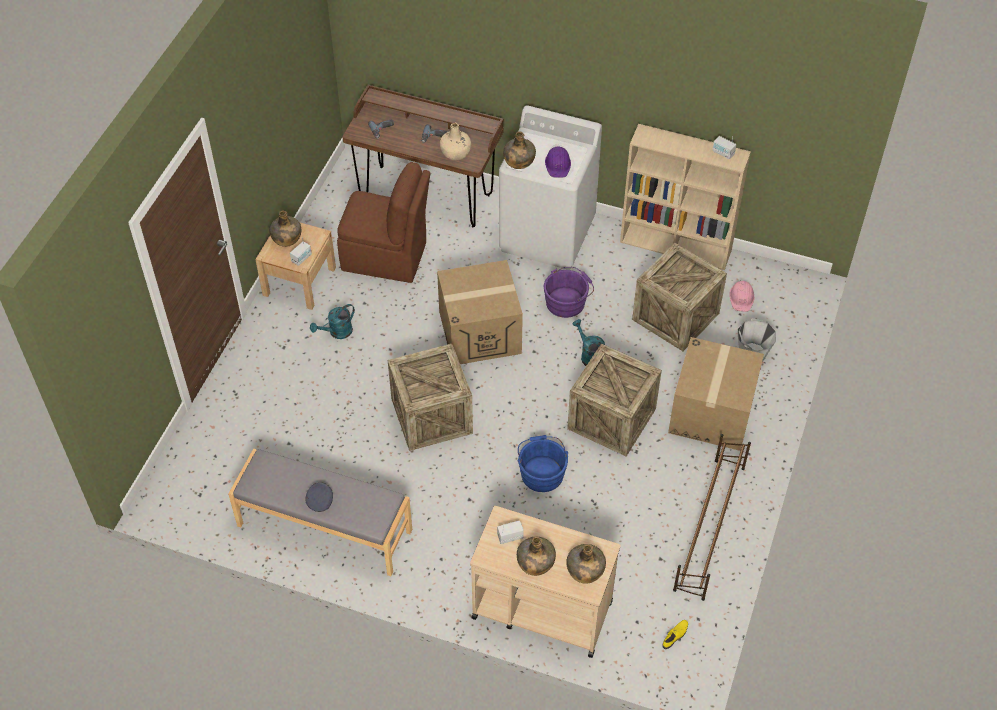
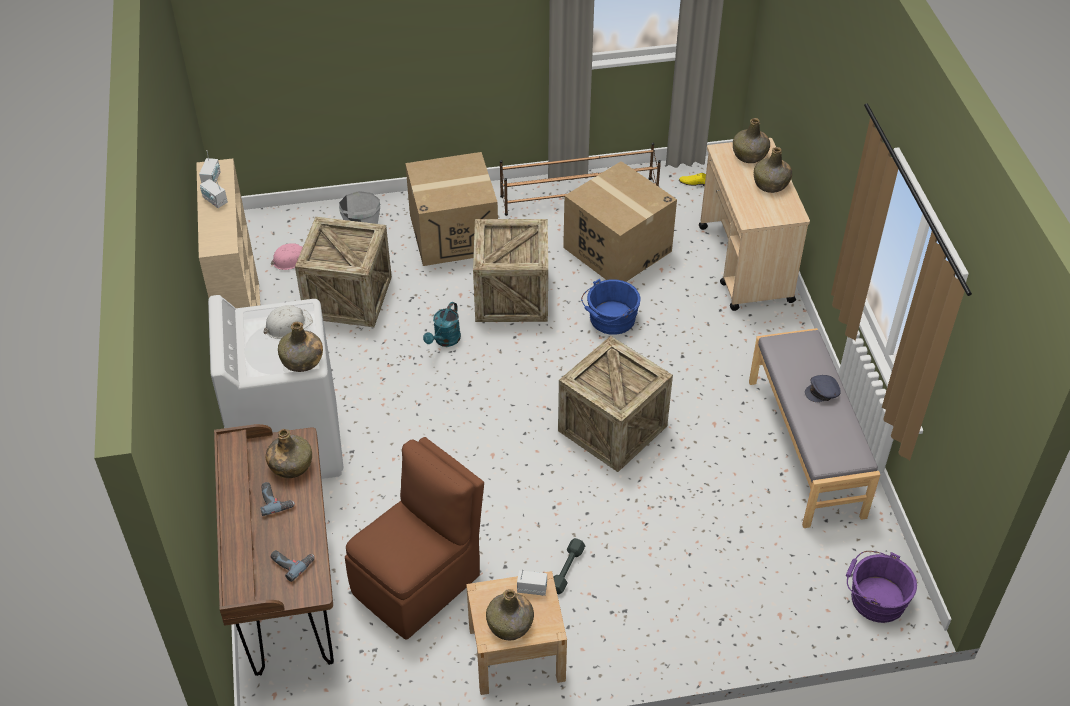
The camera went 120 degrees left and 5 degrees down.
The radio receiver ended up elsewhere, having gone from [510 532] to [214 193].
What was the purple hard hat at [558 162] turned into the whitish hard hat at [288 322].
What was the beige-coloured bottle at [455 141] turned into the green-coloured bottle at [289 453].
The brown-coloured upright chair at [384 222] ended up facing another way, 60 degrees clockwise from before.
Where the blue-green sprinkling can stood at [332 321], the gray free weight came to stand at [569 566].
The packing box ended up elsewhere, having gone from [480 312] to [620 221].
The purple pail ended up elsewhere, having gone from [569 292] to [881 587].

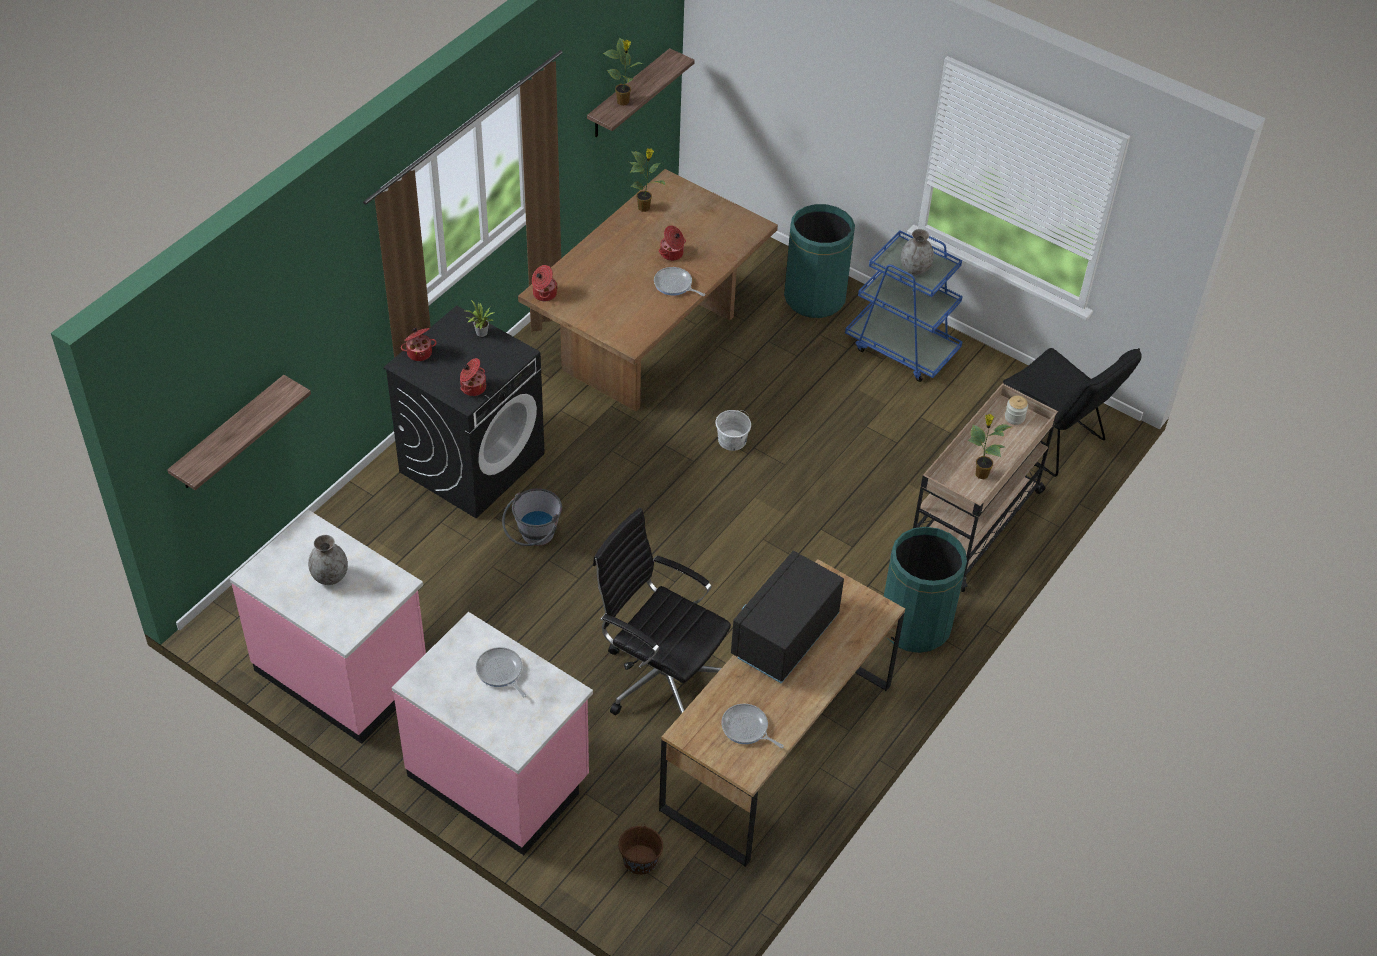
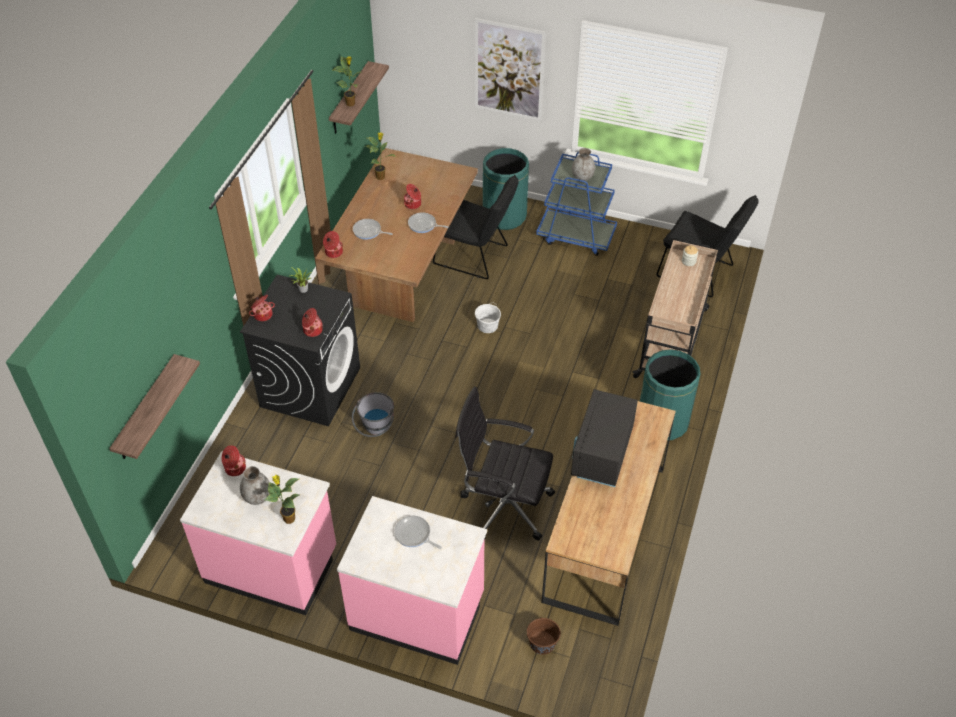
The camera went 15 degrees left and 0 degrees up.
The second view gained the saucepot at [233 460].
The plant in a pot ended up elsewhere, having gone from [989 446] to [282 499].
The frying pan ended up elsewhere, having gone from [752 726] to [373 229].
The second view gained the blackish upright chair at [475 227].
The second view gained the wall art at [510 69].

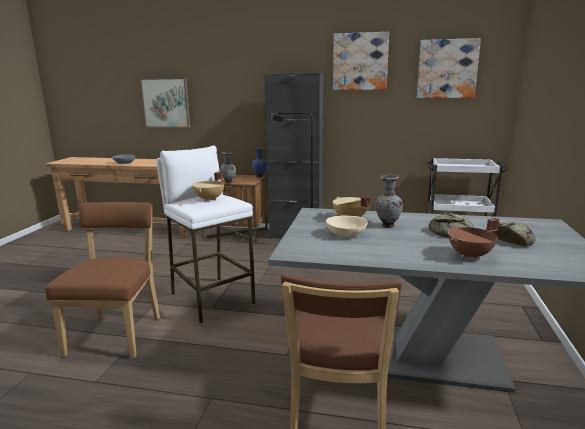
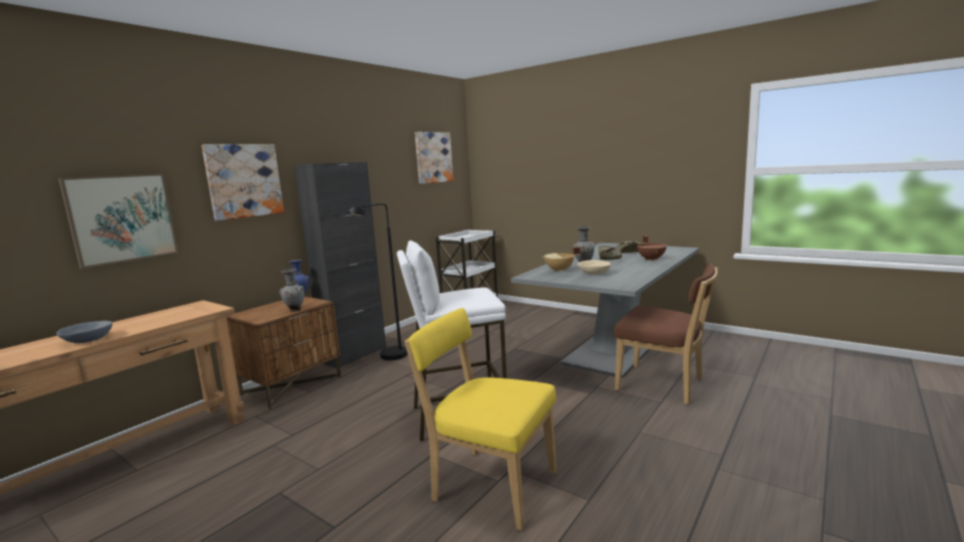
The camera went 65 degrees left and 5 degrees down.
The wall art ended up elsewhere, having gone from [361 61] to [243 182].
What was the brown-coloured upright chair at [102 280] turned into the yellow-coloured upright chair at [481 419].
The second view lost the beige-coloured saucepot at [208 187].

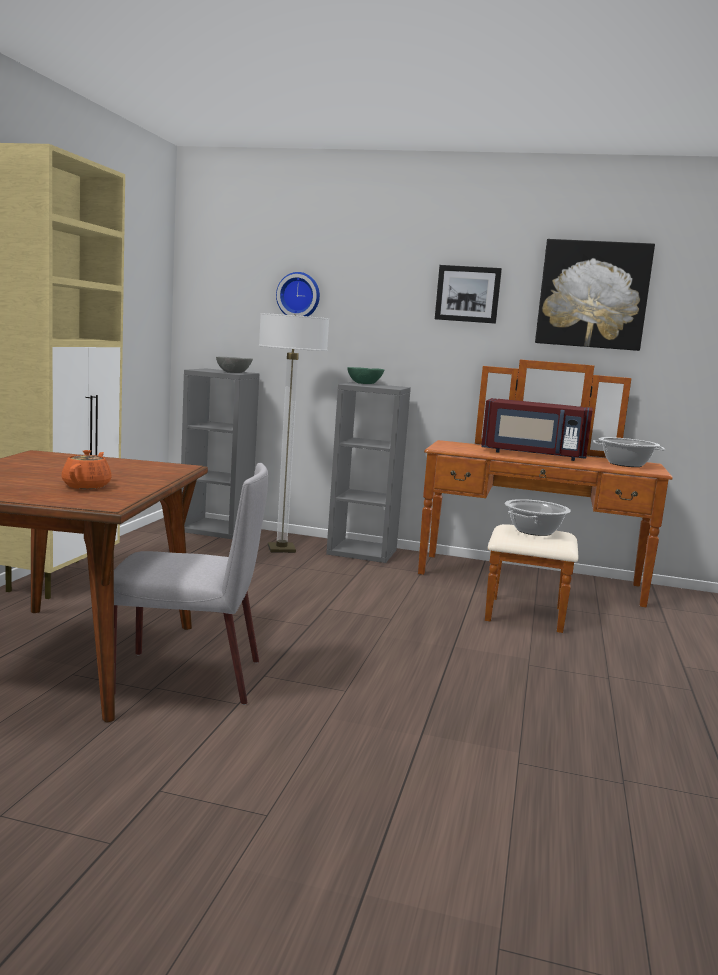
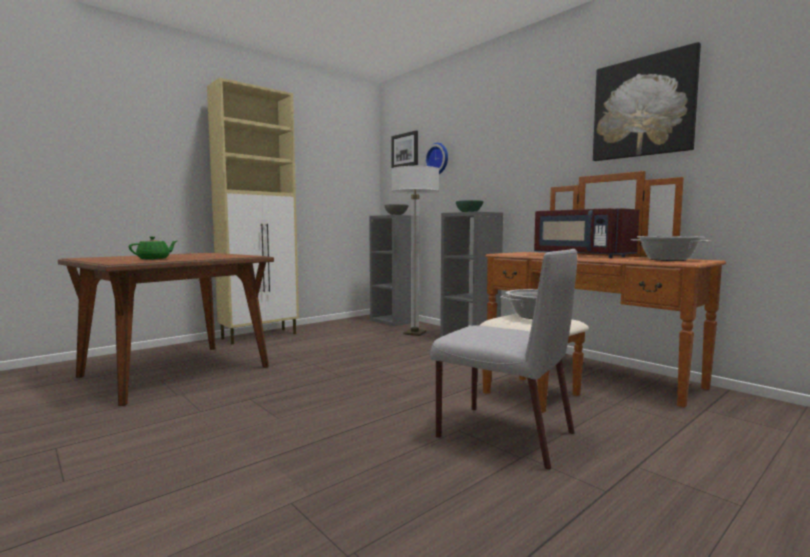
The camera went 35 degrees right and 5 degrees down.
What was the orange-coloured pot for tea at [86 469] turned into the green-coloured pot for tea at [153 248].
The wall art ended up elsewhere, having gone from [468 294] to [404 149].
The gray upright chair ended up elsewhere, having gone from [191 584] to [503 359].

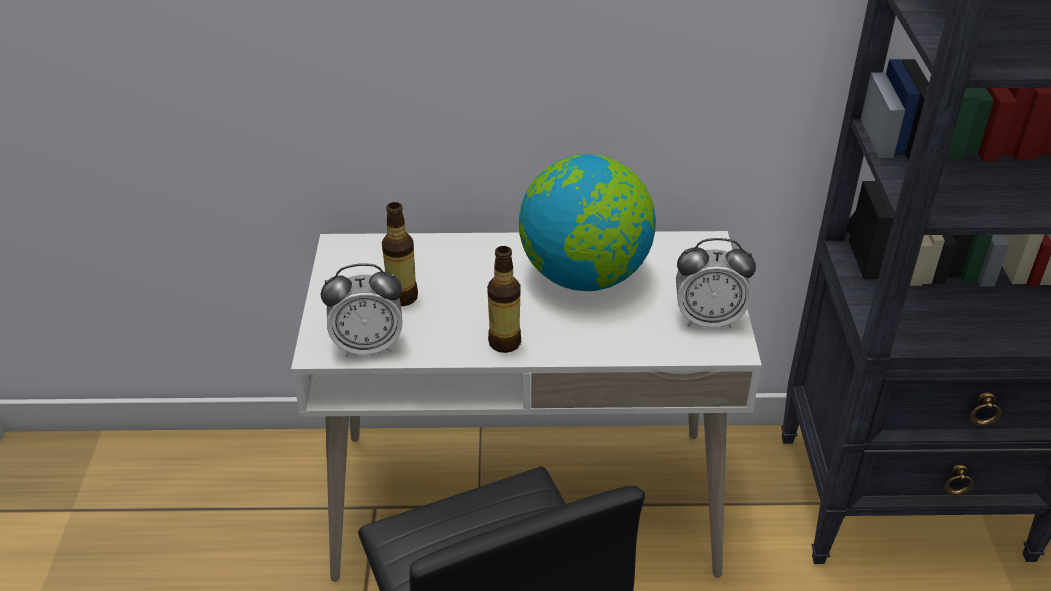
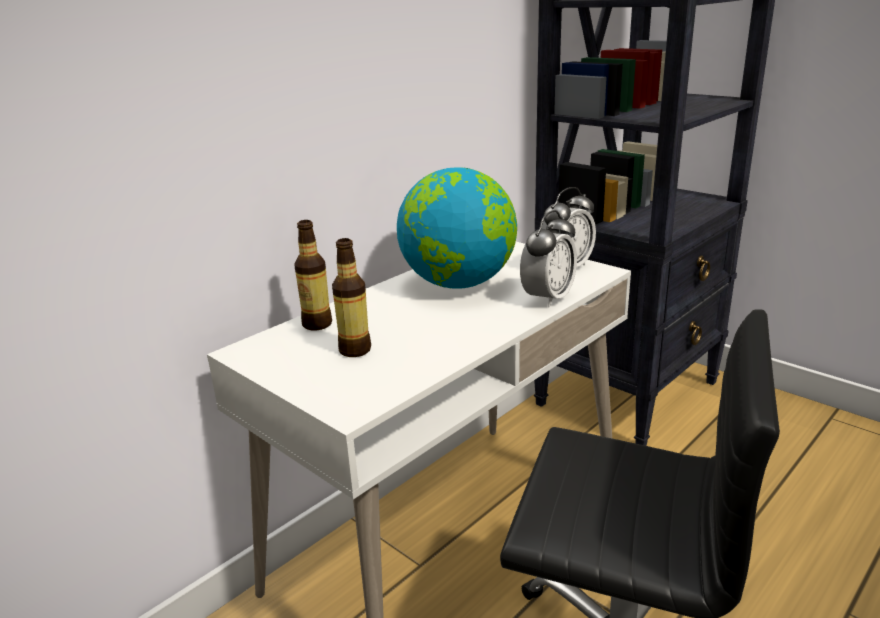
The camera went 45 degrees left and 15 degrees down.
The bottle ended up elsewhere, having gone from [504 299] to [313 275].
The table clock ended up elsewhere, having gone from [361 310] to [548 259].

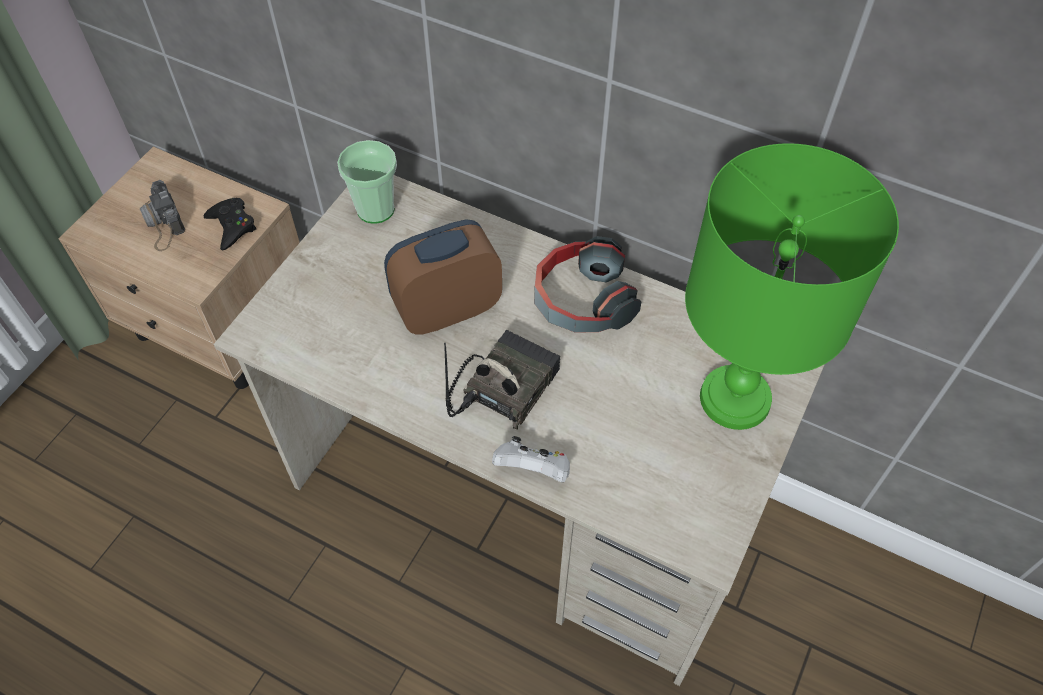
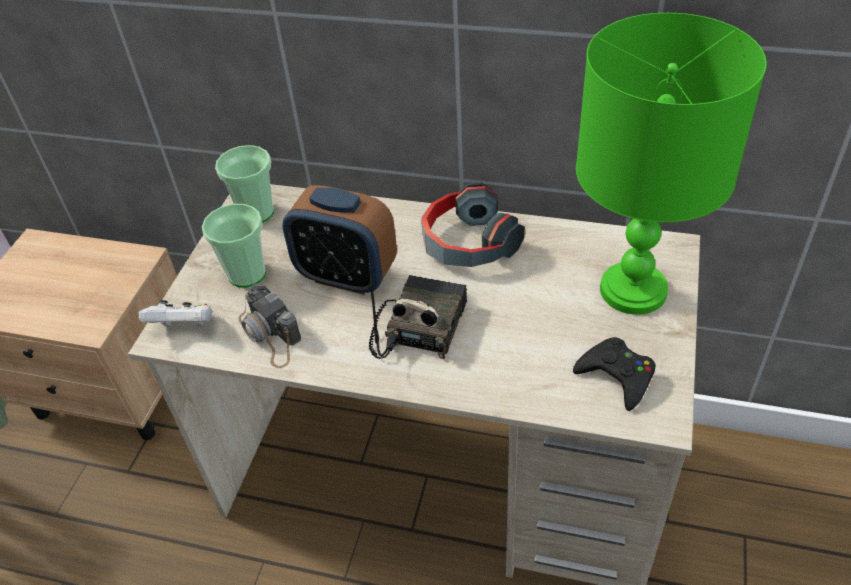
The camera went 10 degrees left and 10 degrees down.
The whitish game controller ended up elsewhere, having gone from [531 459] to [176 313].
The second view gained the drinking cup at [234 246].
The photo camera ended up elsewhere, having gone from [162 215] to [269 326].
The table clock at [443 277] ended up facing another way, 120 degrees counterclockwise from before.
The blackish game controller ended up elsewhere, having gone from [230 224] to [614 374].

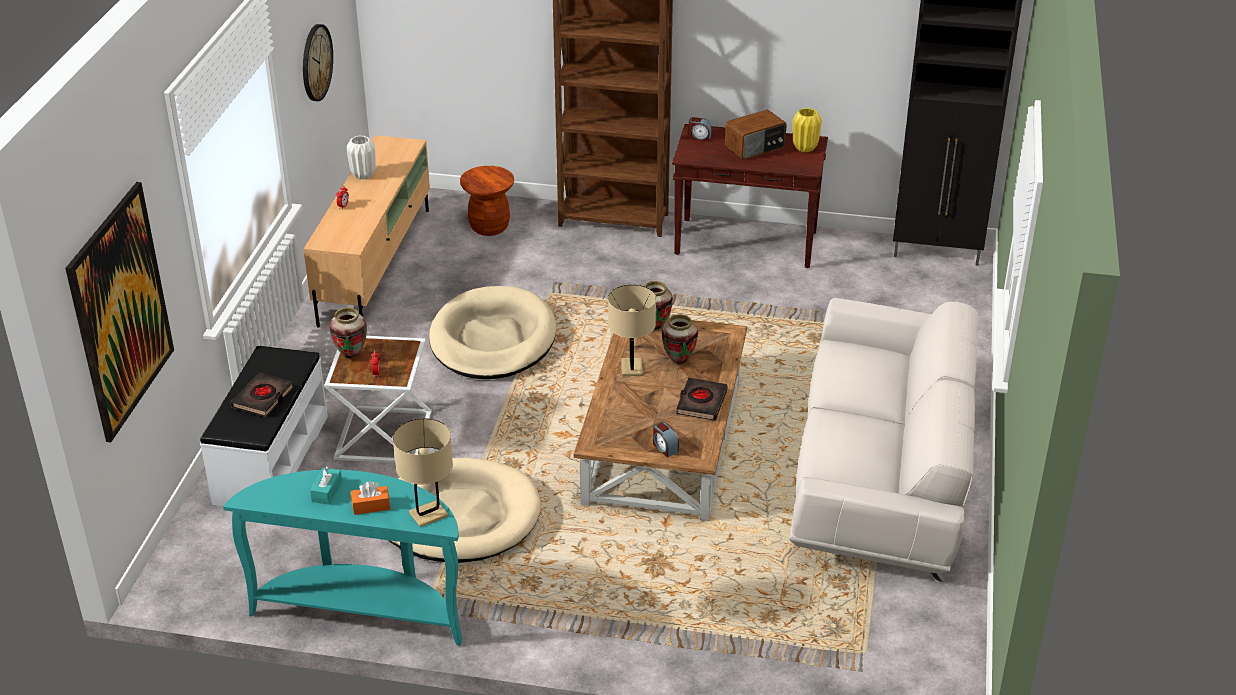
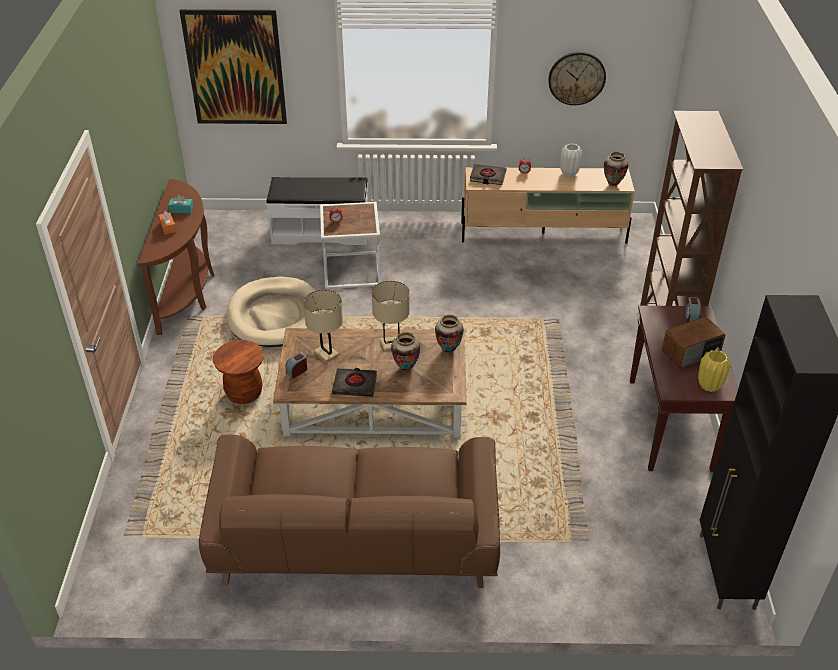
The camera went 80 degrees right and 5 degrees up.
What was the blue-green narrow table at [343 558] turned into the brown-coloured narrow table at [176 257].
What was the whitish sofa at [883 440] turned into the brown-coloured sofa at [349 511].
The brown-coloured sitting stool ended up elsewhere, having gone from [487 201] to [238 372].
The beige-coloured tabletop lamp ended up elsewhere, having gone from [423 472] to [323 326].
The blackish book ended up elsewhere, having gone from [262 394] to [488 174].
The flower vase ended up elsewhere, having gone from [348 333] to [616 169].
The radio receiver at [756 135] ended up facing another way, 75 degrees counterclockwise from before.
The second view lost the beige-coloured dog bed at [493 332].

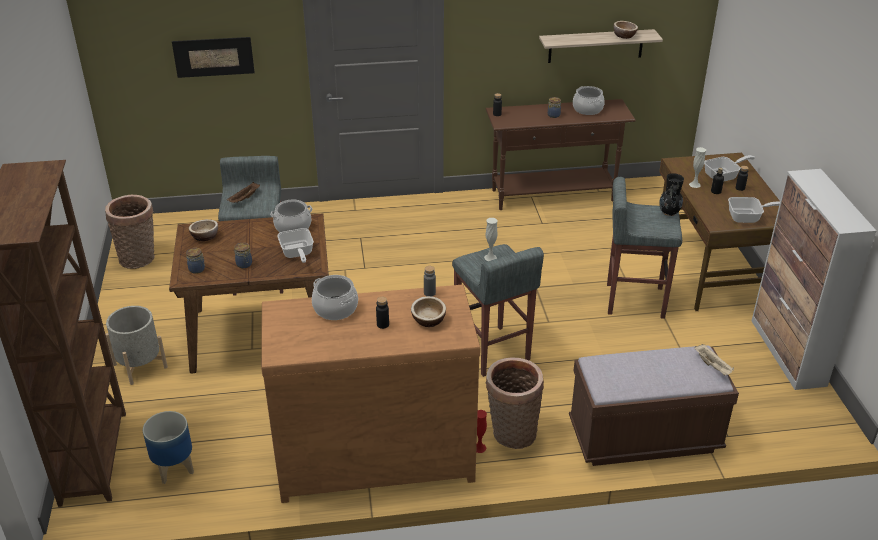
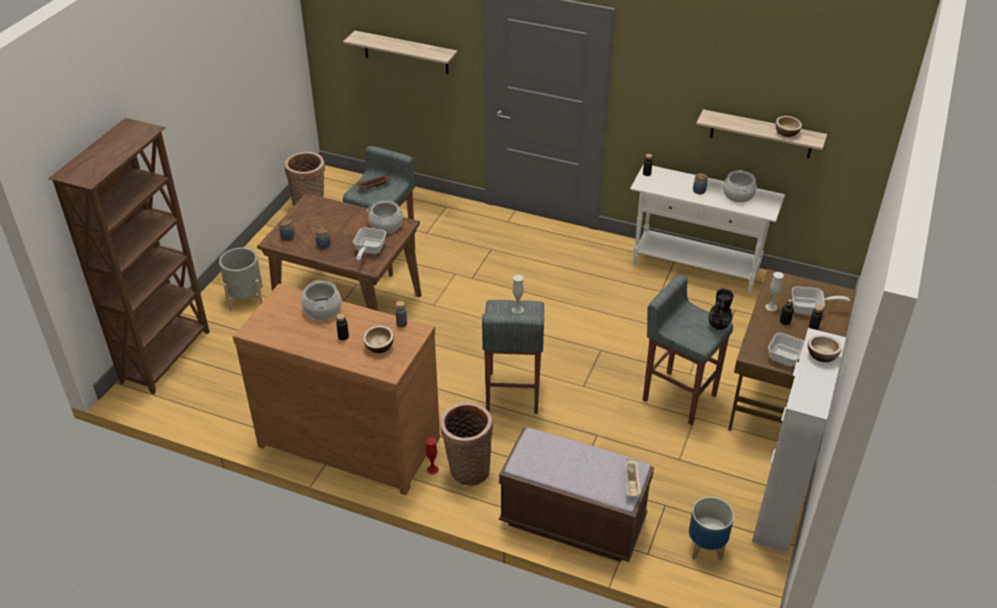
The camera went 30 degrees right and 5 degrees up.
Where the wall art hung at [213 57], the wall shelf came to hang at [400 52].
What was the brown-coloured narrow table at [561 154] turned into the whitish narrow table at [707 229].
The planter ended up elsewhere, having gone from [168 447] to [711 529].
The serving bowl ended up elsewhere, having gone from [203 230] to [825 348].

